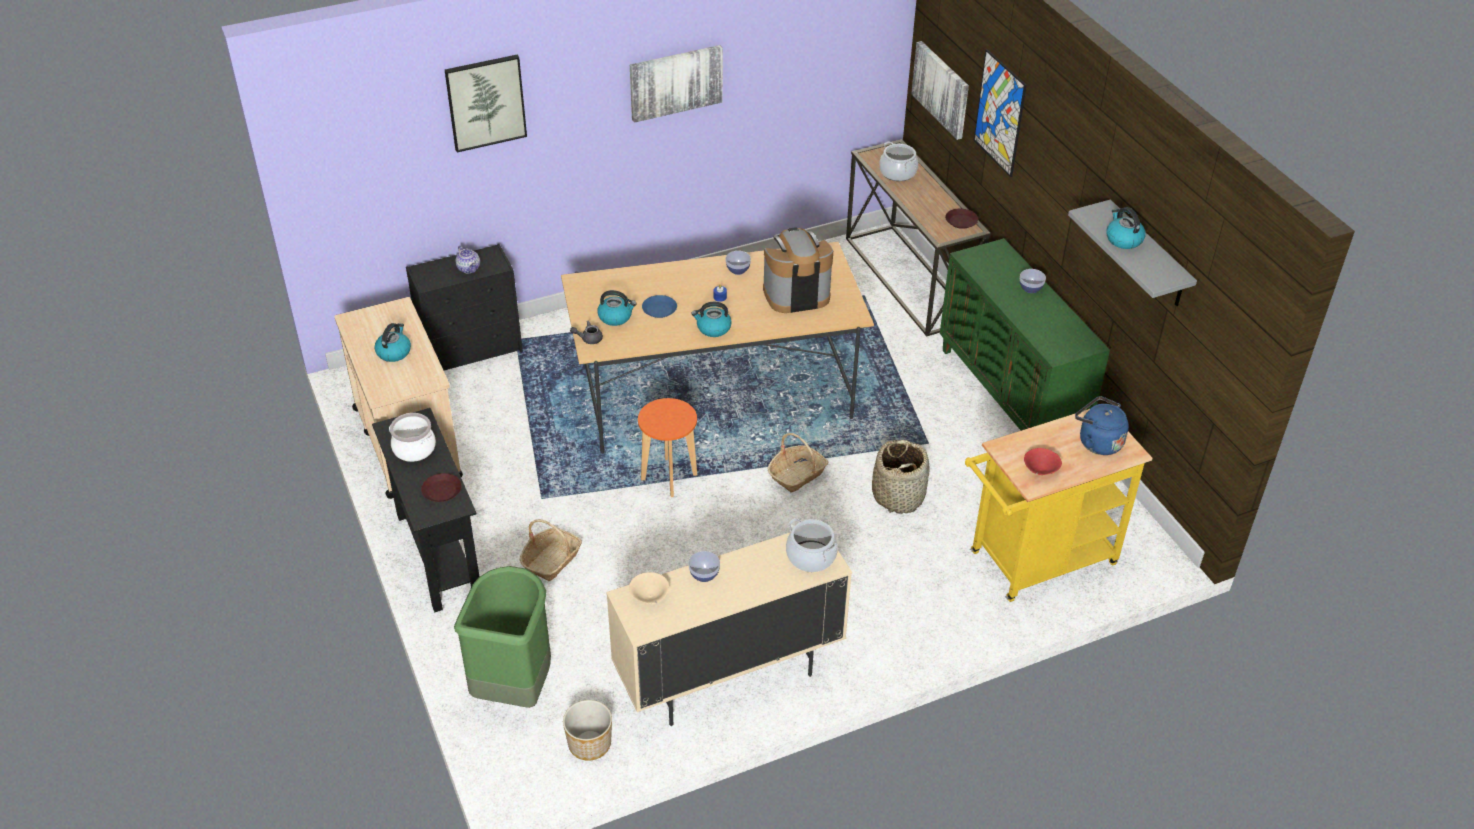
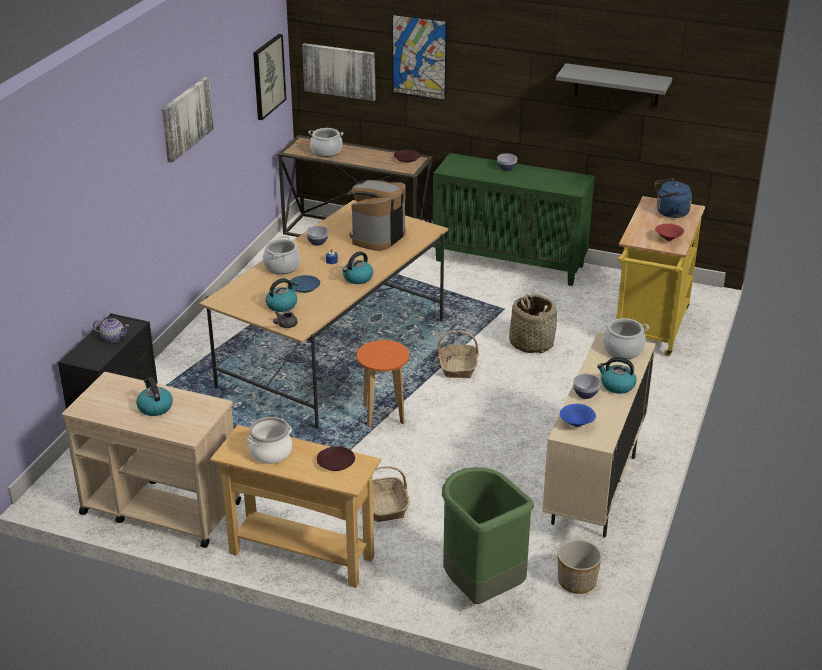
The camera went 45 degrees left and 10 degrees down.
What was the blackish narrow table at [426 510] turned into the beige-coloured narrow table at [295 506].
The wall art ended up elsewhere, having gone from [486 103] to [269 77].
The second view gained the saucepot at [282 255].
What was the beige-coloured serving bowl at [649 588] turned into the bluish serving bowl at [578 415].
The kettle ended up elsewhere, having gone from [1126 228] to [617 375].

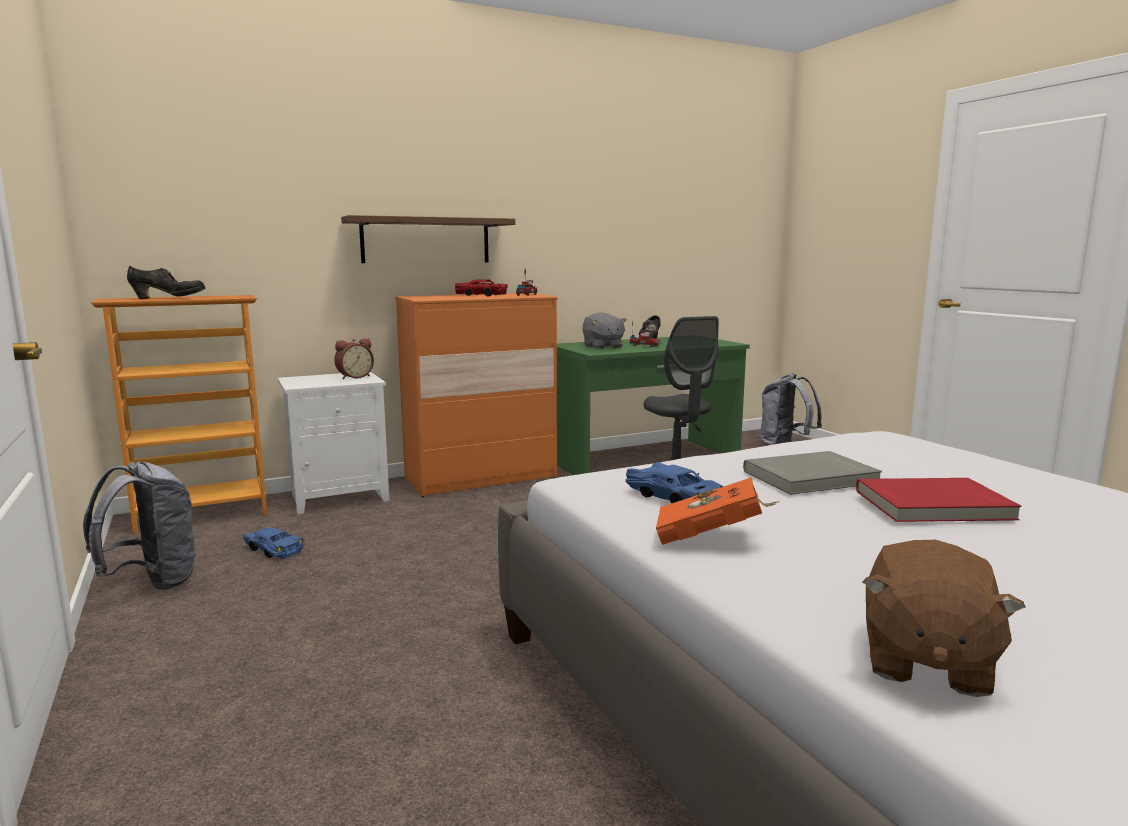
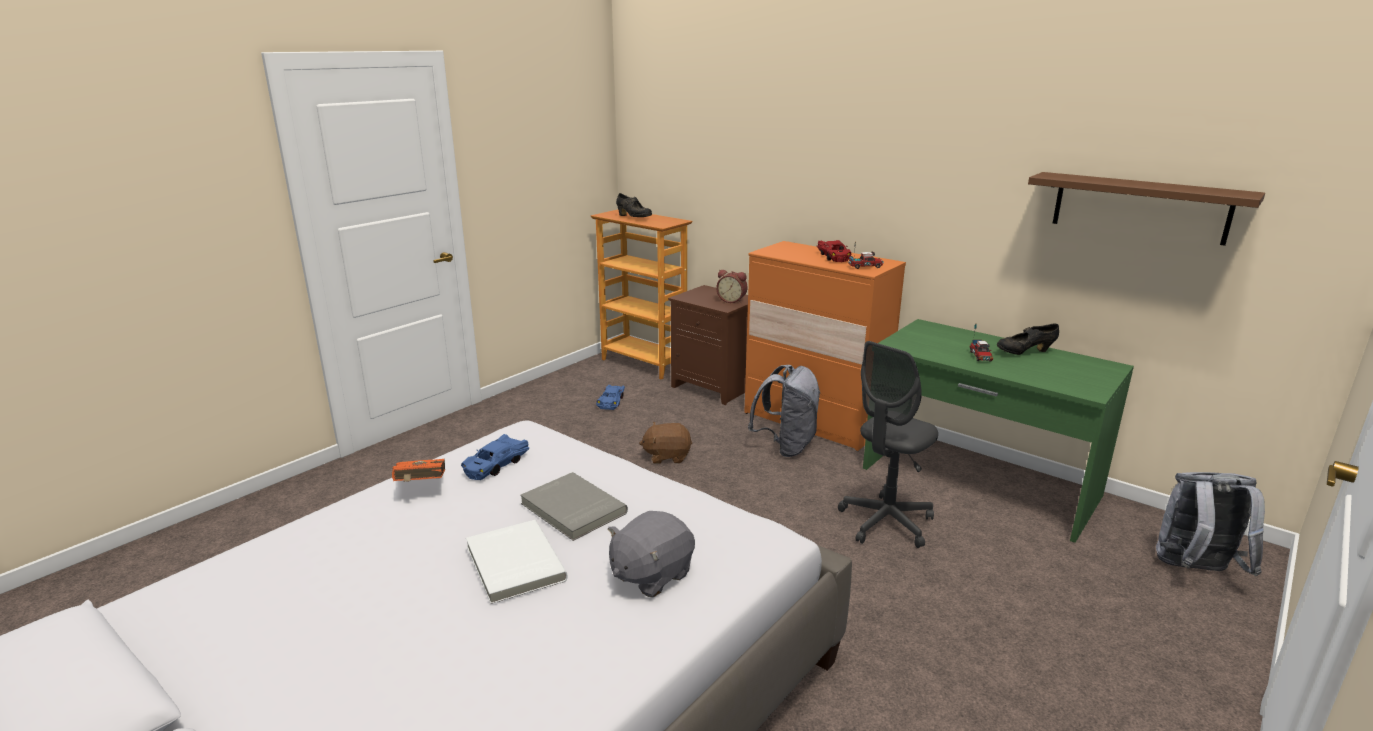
The camera went 65 degrees right and 10 degrees up.
What was the red book at [938 500] turned into the whitish book at [517 562].
The gray soft toy ended up elsewhere, having gone from [604 330] to [651 554].
The brown-coloured soft toy ended up elsewhere, having gone from [944 618] to [665 443].
What was the whitish nightstand at [333 443] turned into the brown-coloured nightstand at [708 345].
The gray backpack ended up elsewhere, having gone from [140 526] to [784 411].
The brown-coloured wall shelf ended up elsewhere, having gone from [428 239] to [1146 209].

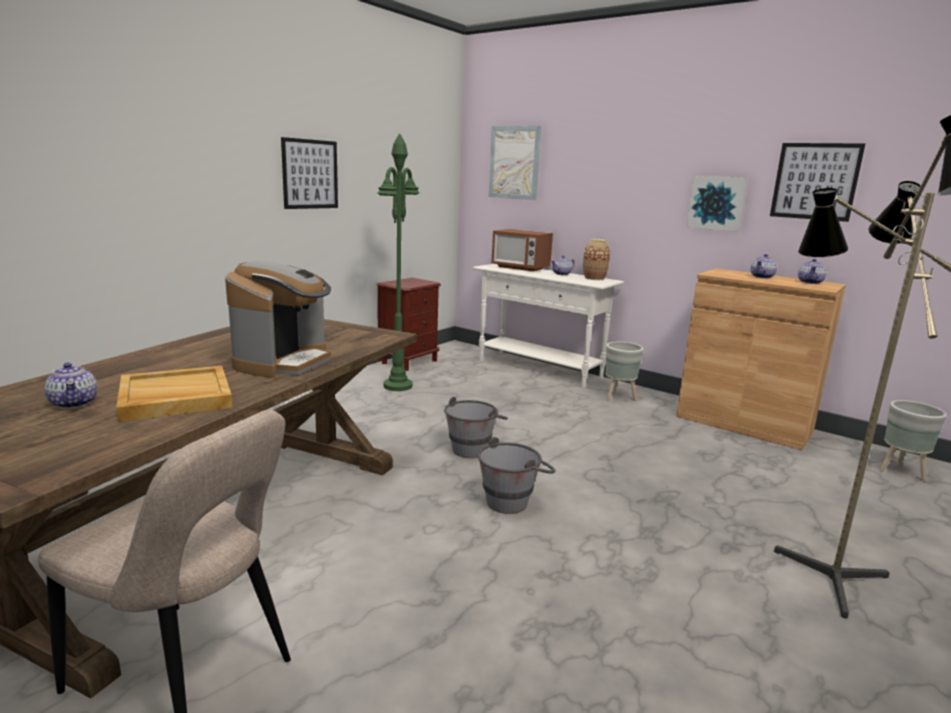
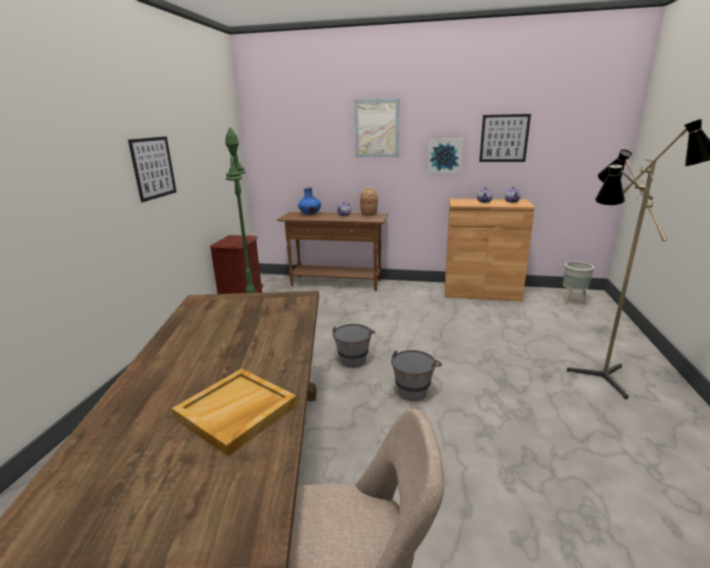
The camera went 25 degrees left and 5 degrees up.
What was the whitish narrow table at [548 326] turned into the brown-coloured narrow table at [332 251].
Where the microwave oven stood at [522 250], the bluish flower vase came to stand at [309 201].
The wall art ended up elsewhere, having gone from [515 163] to [377 127].
The second view lost the pot for tea at [71 385].
The second view lost the coffee brewer at [278 319].
The second view lost the gray planter at [624 371].

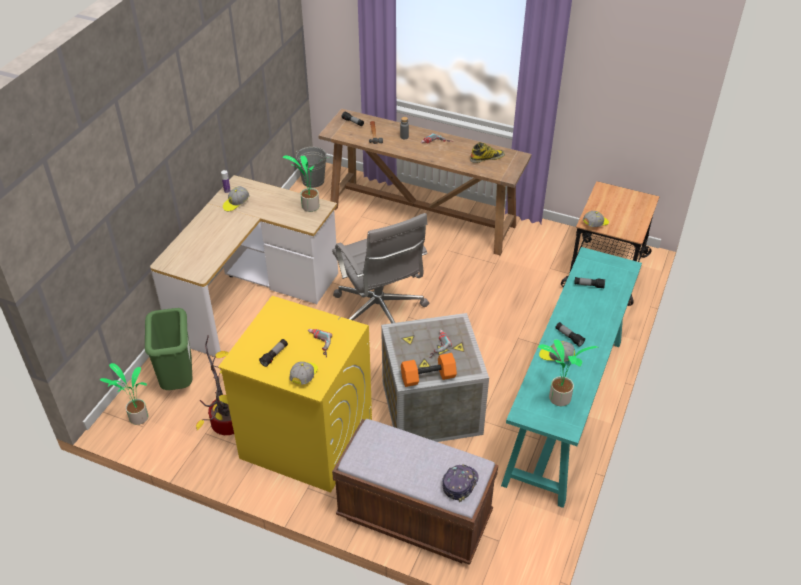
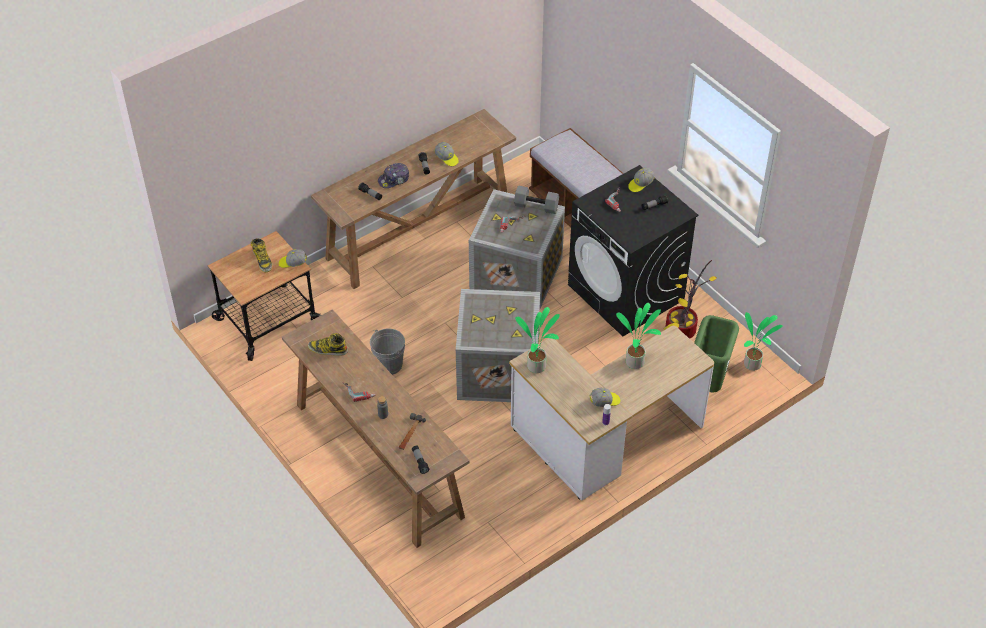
The camera went 150 degrees left and 5 degrees up.
The second view gained the boot at [261 255].
What was the blue-green narrow table at [571 377] turned into the brown-coloured narrow table at [413 199].
The gray pail ended up elsewhere, having gone from [311 167] to [387 352].
The baseball cap ended up elsewhere, having gone from [460 483] to [393 175].
Where the gray desk chair stood at [380 268], the shipping crate came to stand at [498 345].
What was the orange-coloured free weight at [429 370] turned into the gray free weight at [536 199].
What was the yellow-coloured laundry machine at [295 394] turned into the blackish laundry machine at [633 250].
The plant in a pot ended up elsewhere, having gone from [568 372] to [638 336].

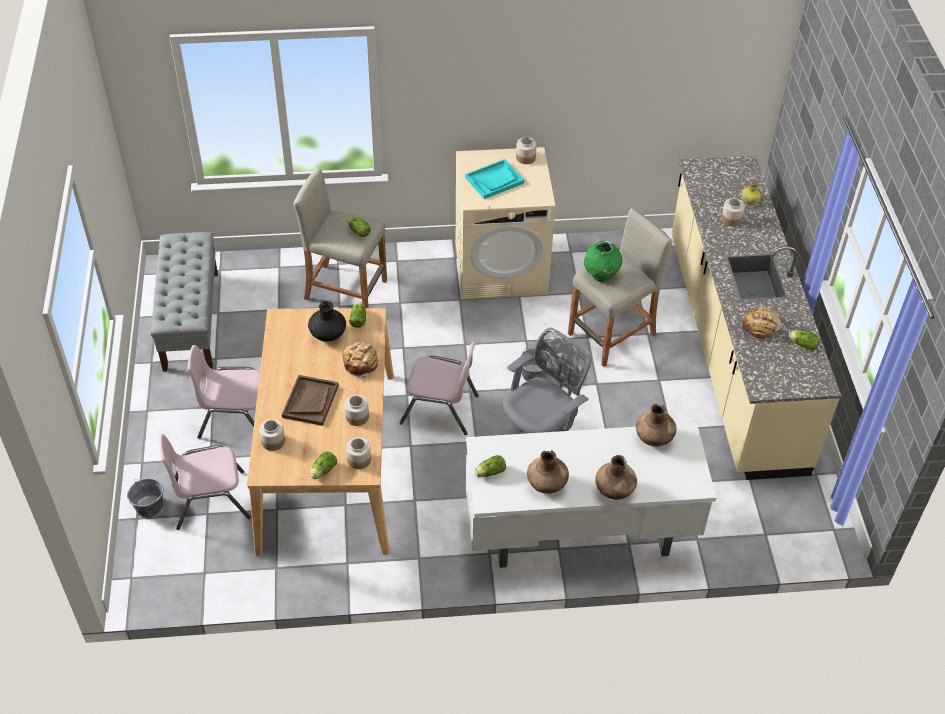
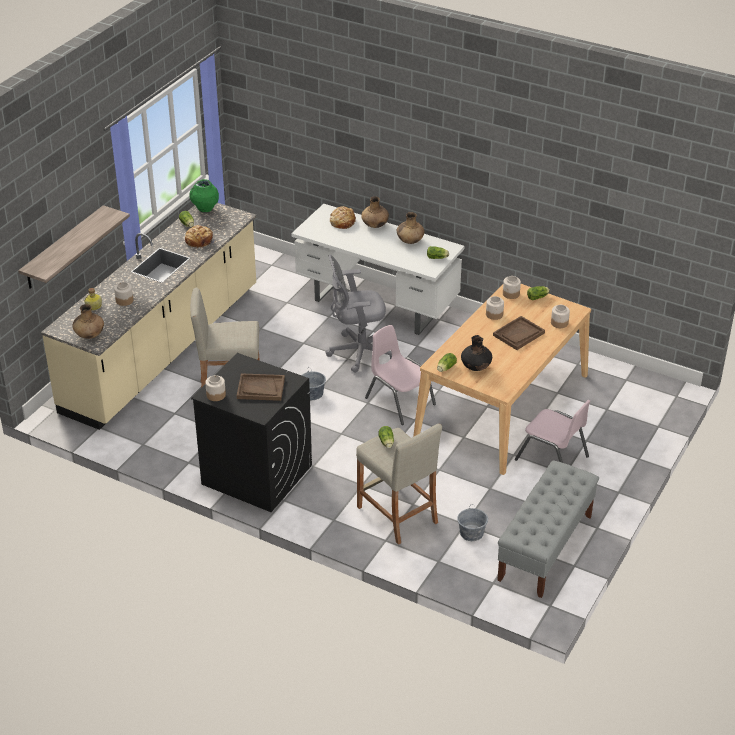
The camera went 145 degrees left and 10 degrees down.
The second view gained the wall shelf at [74 246].
The brown-coloured flower vase ended up elsewhere, having gone from [656 425] to [88 321].
The green-coloured flower vase ended up elsewhere, having gone from [603 261] to [204 195].
What was the beige-coloured laundry machine at [505 223] turned into the blackish laundry machine at [251 432].
What was the blue-green carrying tray at [494 179] turned into the brown-coloured carrying tray at [261 387].
The baked bread ended up elsewhere, having gone from [360 361] to [343 217].
The gray pail ended up elsewhere, having gone from [145 497] to [472 524].
The second view lost the pink upright chair at [205 482].

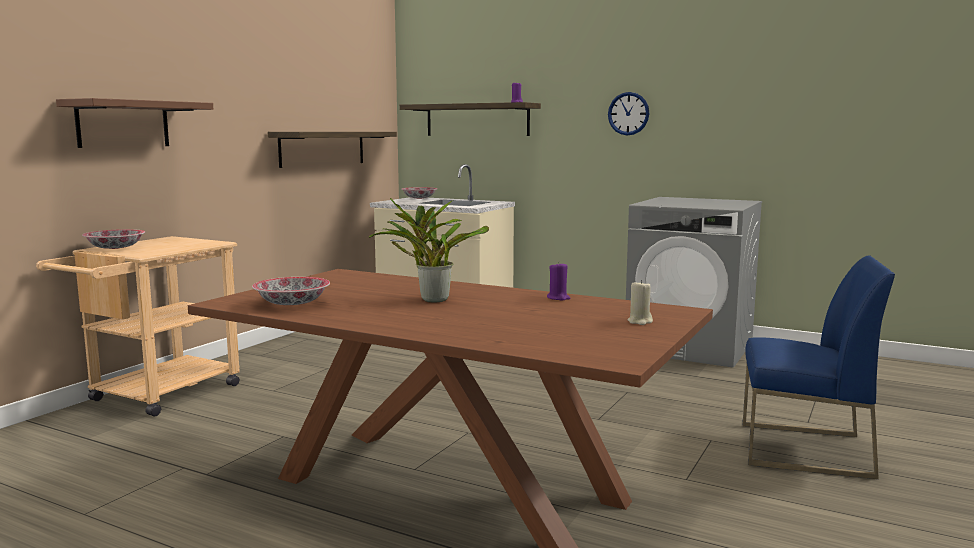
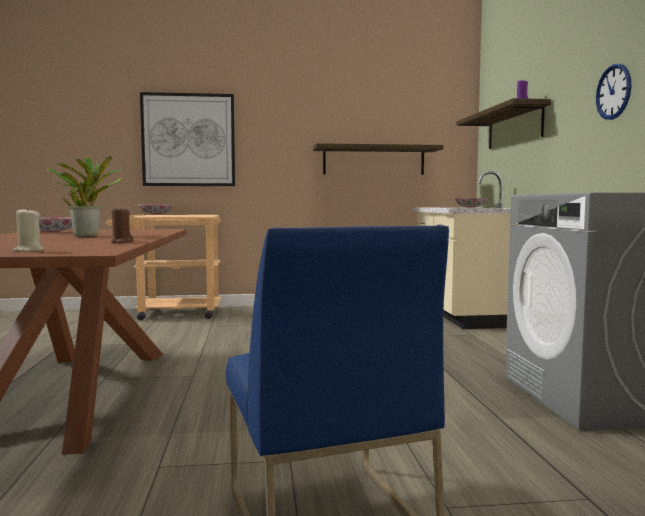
The camera went 55 degrees right and 5 degrees down.
What was the purple wax light at [558 281] turned into the brown-coloured wax light at [122 224].
Where the brown-coloured wall shelf hung at [134 123], the wall art came to hang at [187 139].

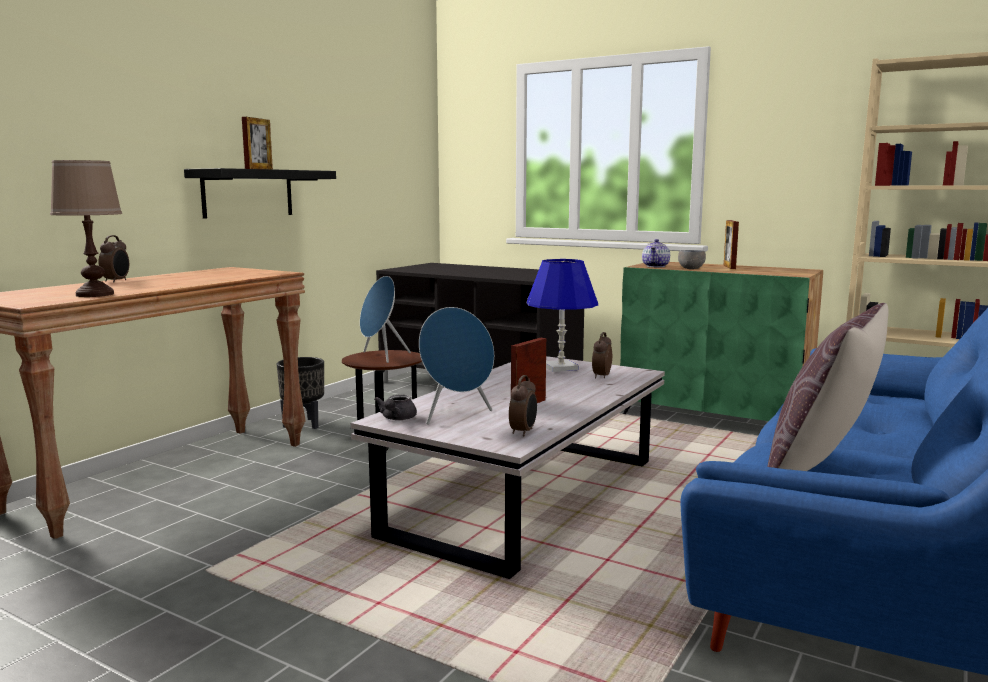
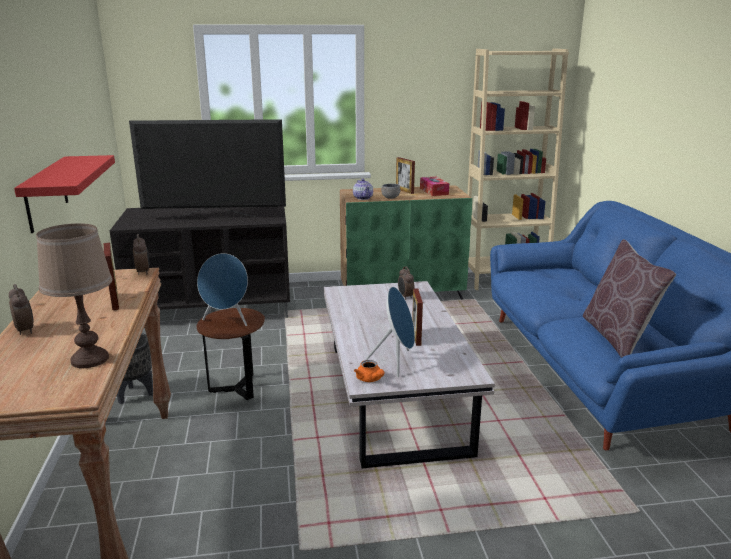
The camera went 40 degrees left and 10 degrees up.
What was the blackish wall shelf at [260 193] turned into the red wall shelf at [64 194].
The standing frame ended up elsewhere, having gone from [257 143] to [111 276].
The second view gained the television at [207 169].
The table clock ended up elsewhere, having gone from [523 405] to [141 254].
What was the gray pot for tea at [395 407] turned into the orange-coloured pot for tea at [369 371].
The second view gained the tissue holder at [434 186].
The second view lost the bluish tabletop lamp at [562 315].

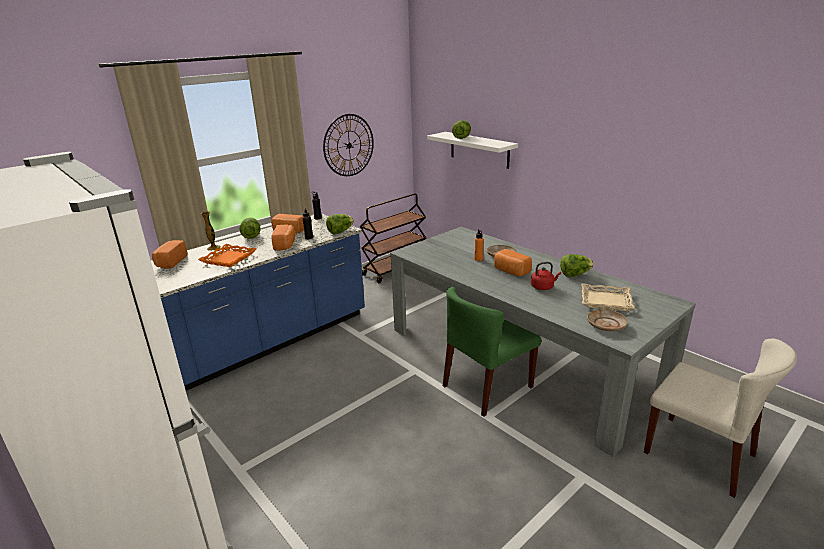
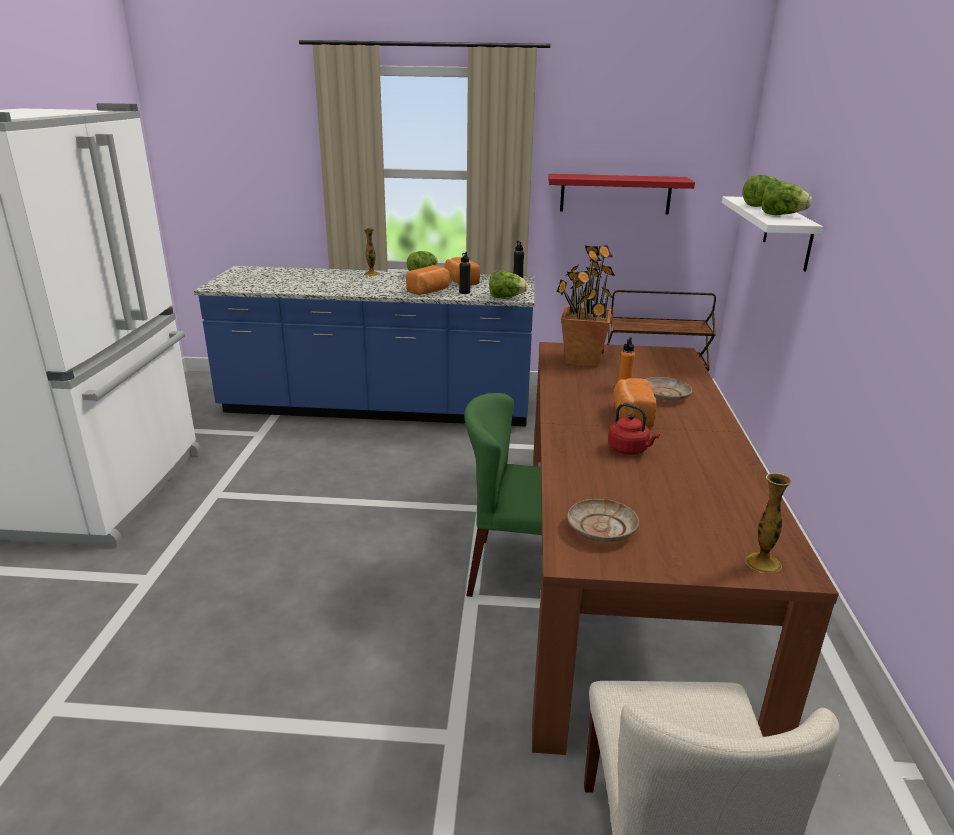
The camera went 45 degrees right and 0 degrees up.
What was the gray dining table at [543 342] turned into the brown-coloured dining table at [685 548].
Where the hanging clock hung at [348 145], the red wall shelf came to hang at [621 194].
The second view gained the plant in a pot at [586 306].
The second view gained the flower vase at [769 523].
The lettuce ended up elsewhere, having gone from [577 265] to [787 198].
The second view lost the baked bread at [169 254].
The second view lost the orange-coloured carrying tray at [227 255].
The second view lost the beige-coloured carrying tray at [608 297].

